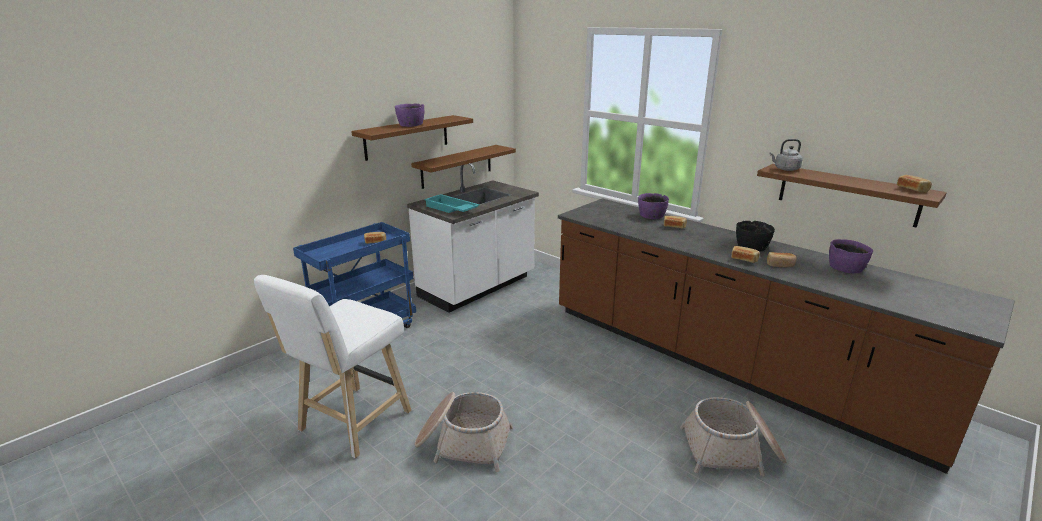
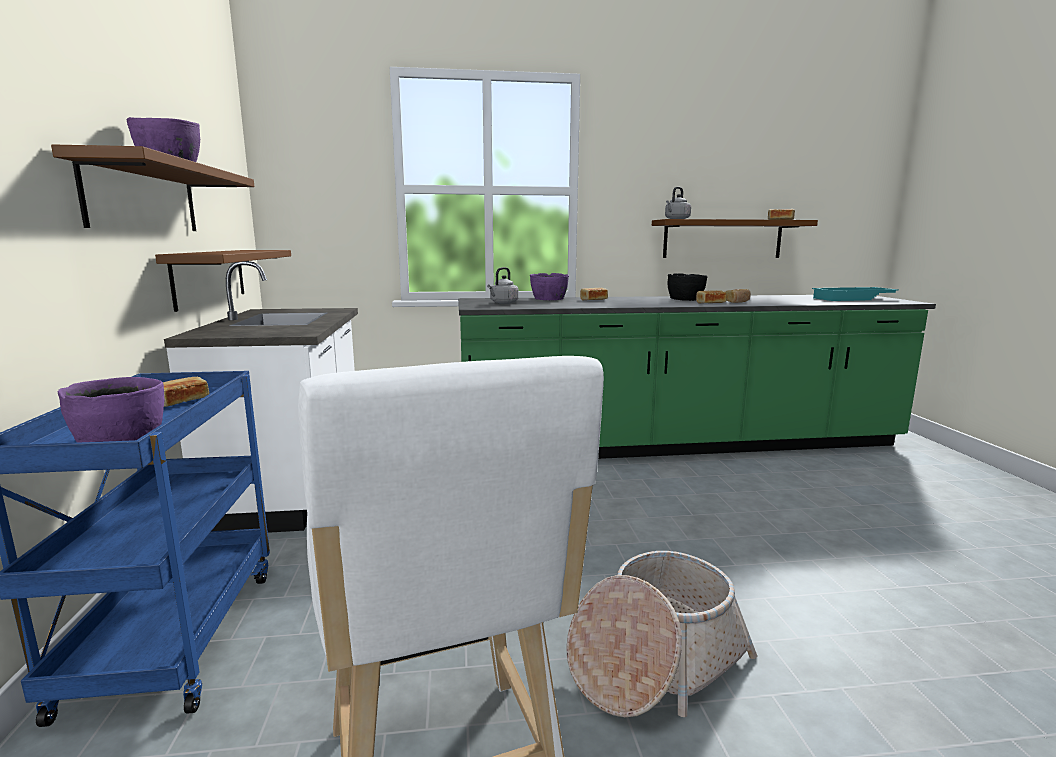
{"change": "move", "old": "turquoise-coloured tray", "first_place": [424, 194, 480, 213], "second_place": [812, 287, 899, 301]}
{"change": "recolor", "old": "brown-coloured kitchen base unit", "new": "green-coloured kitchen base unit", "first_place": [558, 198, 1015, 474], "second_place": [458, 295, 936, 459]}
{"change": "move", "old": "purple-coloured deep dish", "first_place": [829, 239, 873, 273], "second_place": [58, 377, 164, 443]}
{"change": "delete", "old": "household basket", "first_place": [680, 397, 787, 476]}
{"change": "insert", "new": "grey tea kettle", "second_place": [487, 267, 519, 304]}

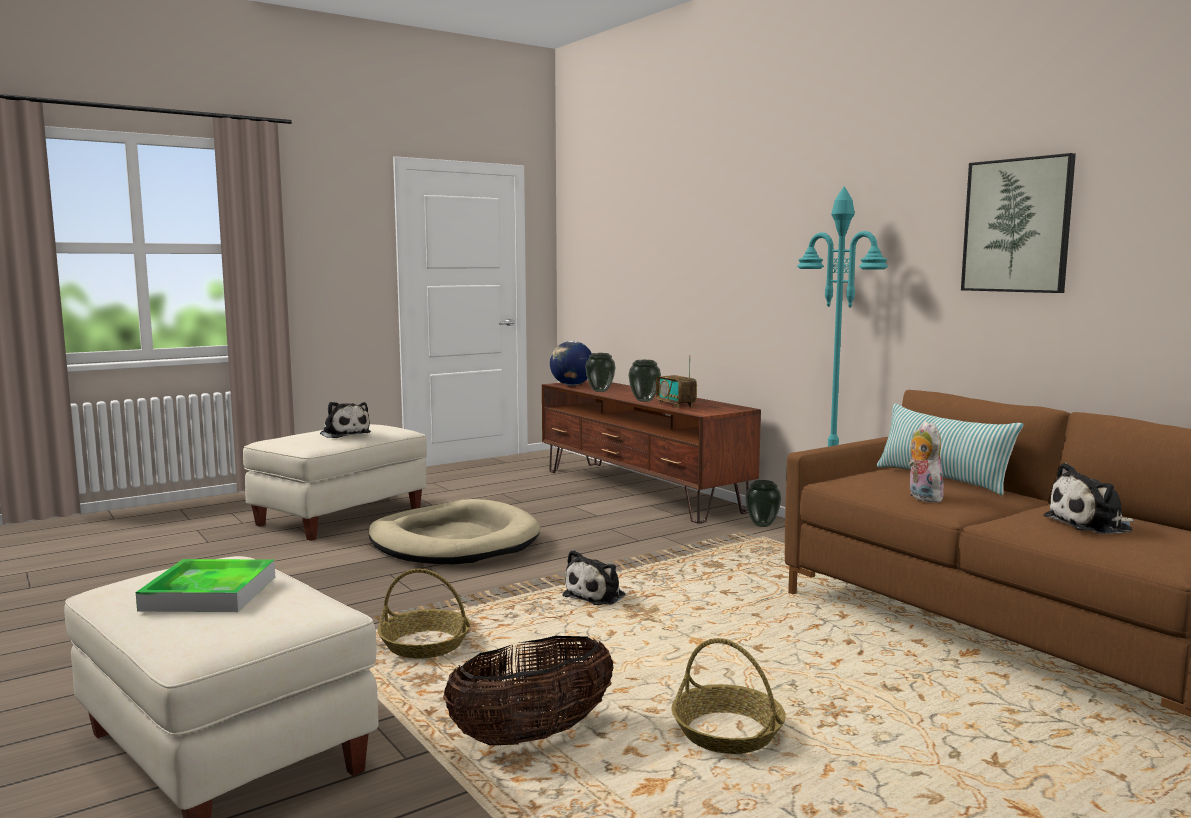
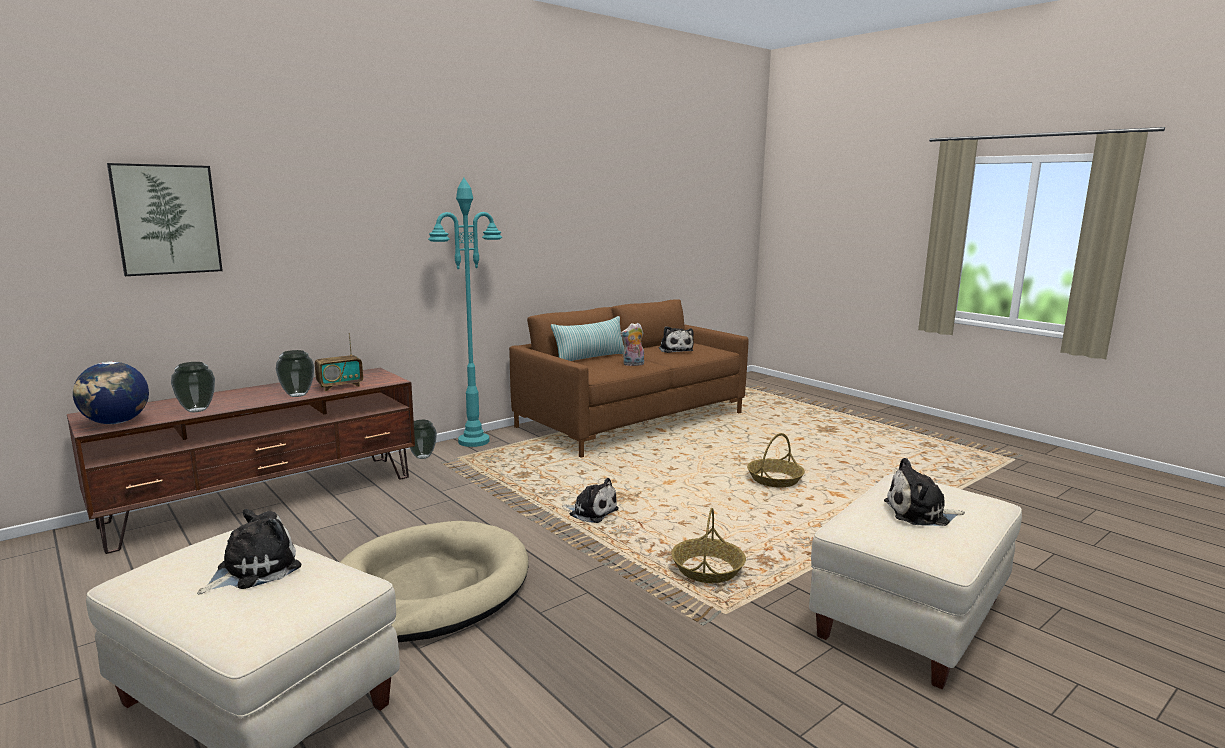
{"change": "move", "old": "picture", "first_place": [961, 153, 1076, 293], "second_place": [107, 163, 223, 276]}
{"change": "replace", "old": "tray", "new": "plush toy", "first_place": [136, 559, 275, 612], "second_place": [884, 458, 965, 526]}
{"change": "delete", "old": "household basket", "first_place": [443, 636, 613, 745]}

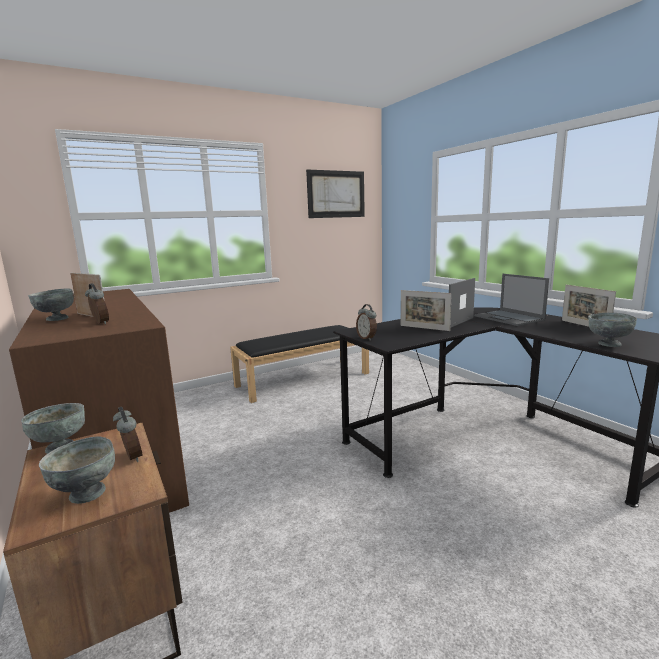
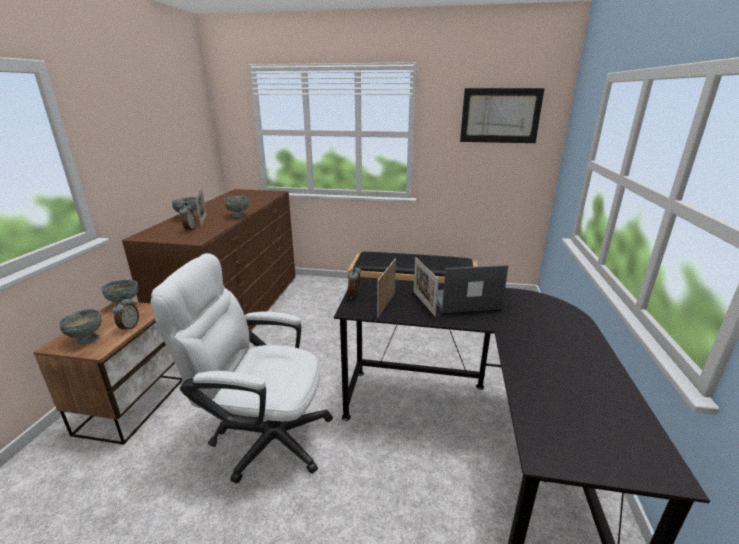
{"change": "delete", "old": "laptop", "first_place": [474, 274, 549, 326]}
{"change": "move", "old": "picture frame", "first_place": [562, 285, 616, 327], "second_place": [377, 258, 396, 318]}
{"change": "move", "old": "grey deep dish", "first_place": [588, 313, 637, 347], "second_place": [224, 196, 249, 218]}
{"change": "insert", "new": "white-coloured computer chair", "second_place": [151, 253, 333, 484]}

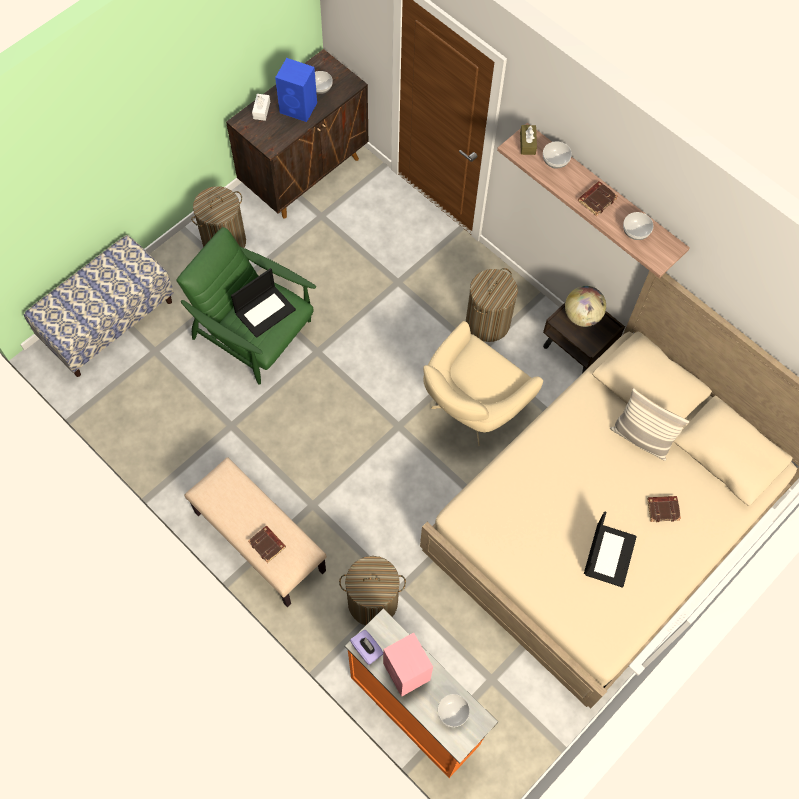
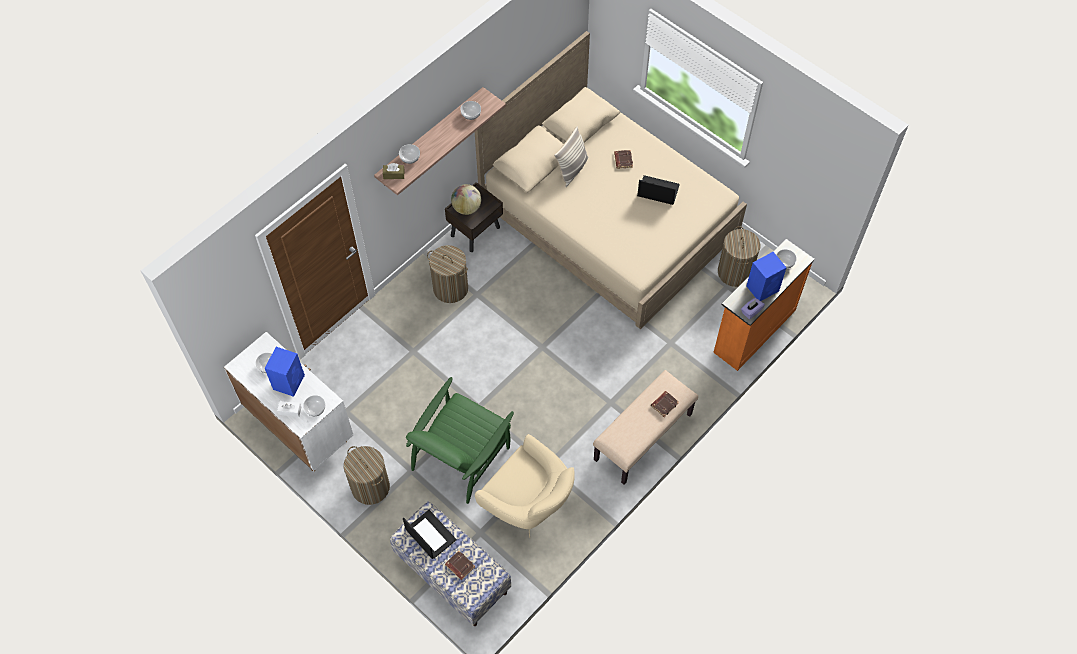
{"change": "recolor", "old": "brown-coloured storage cabinet", "new": "white-coloured storage cabinet", "first_place": [226, 49, 368, 219], "second_place": [224, 332, 353, 471]}
{"change": "move", "old": "brown-coloured bound book", "first_place": [578, 181, 618, 216], "second_place": [445, 551, 475, 580]}
{"change": "move", "old": "laptop", "first_place": [231, 268, 296, 338], "second_place": [403, 510, 457, 559]}
{"change": "move", "old": "beige-coloured lounge chair", "first_place": [423, 321, 543, 446], "second_place": [475, 434, 575, 538]}
{"change": "move", "old": "washing basket", "first_place": [339, 556, 406, 626], "second_place": [718, 226, 760, 287]}
{"change": "recolor", "old": "pink-coloured audio speaker", "new": "blue-coloured audio speaker", "first_place": [383, 632, 433, 697], "second_place": [746, 252, 787, 301]}
{"change": "insert", "new": "deep dish", "second_place": [303, 395, 325, 416]}

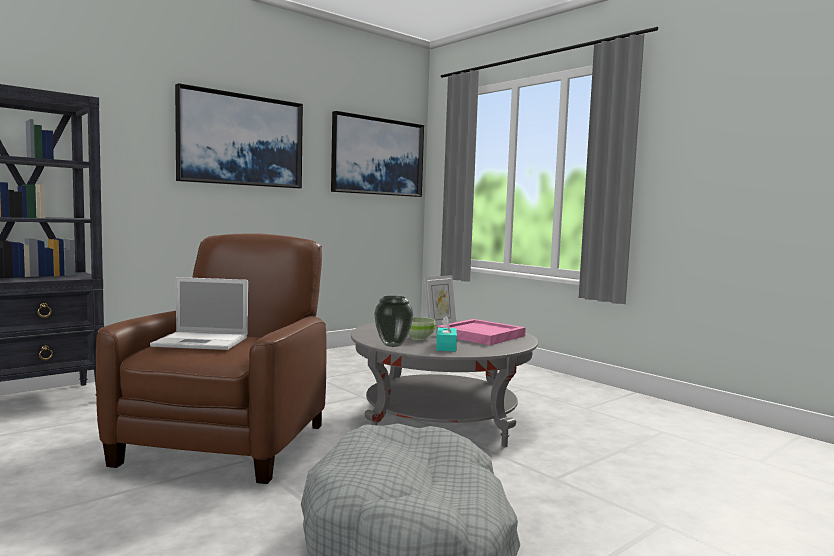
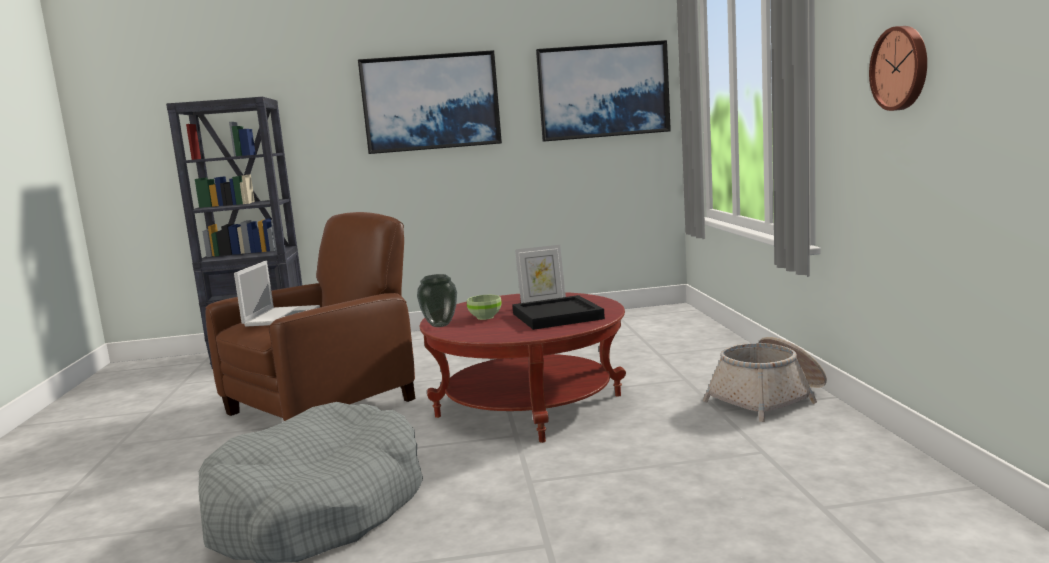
{"change": "rotate", "old": "laptop", "first_place": [150, 277, 248, 350], "second_place": [234, 260, 320, 327], "degrees": -120}
{"change": "delete", "old": "turquoise-coloured box of tissues", "first_place": [436, 316, 457, 352]}
{"change": "recolor", "old": "pink-coloured tray", "new": "black tray", "first_place": [436, 319, 526, 345], "second_place": [512, 295, 605, 330]}
{"change": "recolor", "old": "grey low table", "new": "reddish low table", "first_place": [351, 320, 538, 447], "second_place": [420, 292, 626, 443]}
{"change": "insert", "new": "wall clock", "second_place": [869, 26, 927, 111]}
{"change": "insert", "new": "household basket", "second_place": [703, 337, 827, 422]}

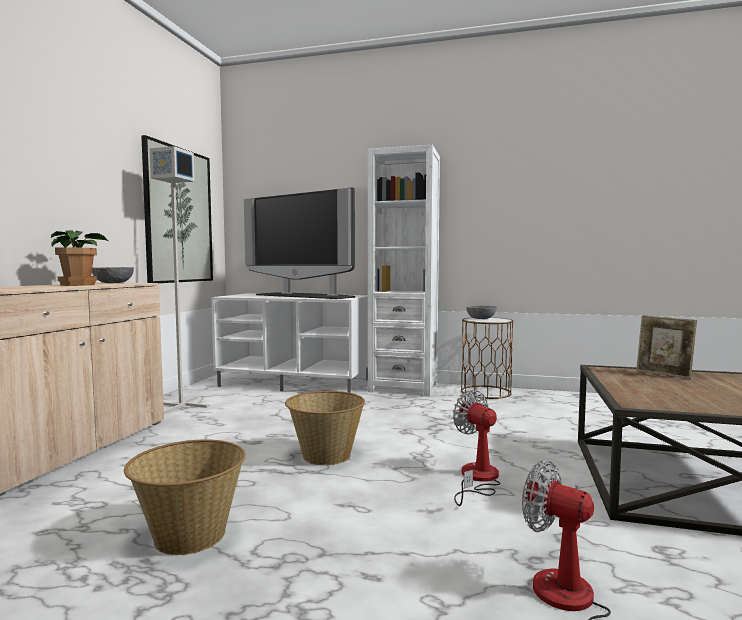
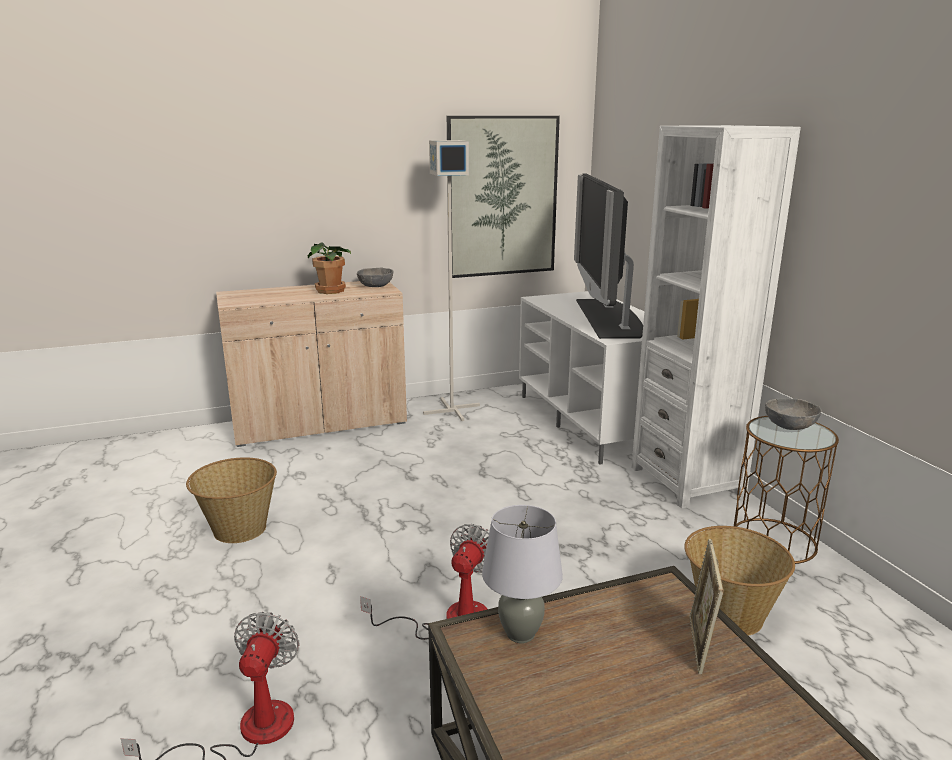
{"change": "move", "old": "household basket", "first_place": [285, 391, 365, 465], "second_place": [684, 526, 795, 636]}
{"change": "insert", "new": "grey table lamp", "second_place": [482, 505, 563, 643]}

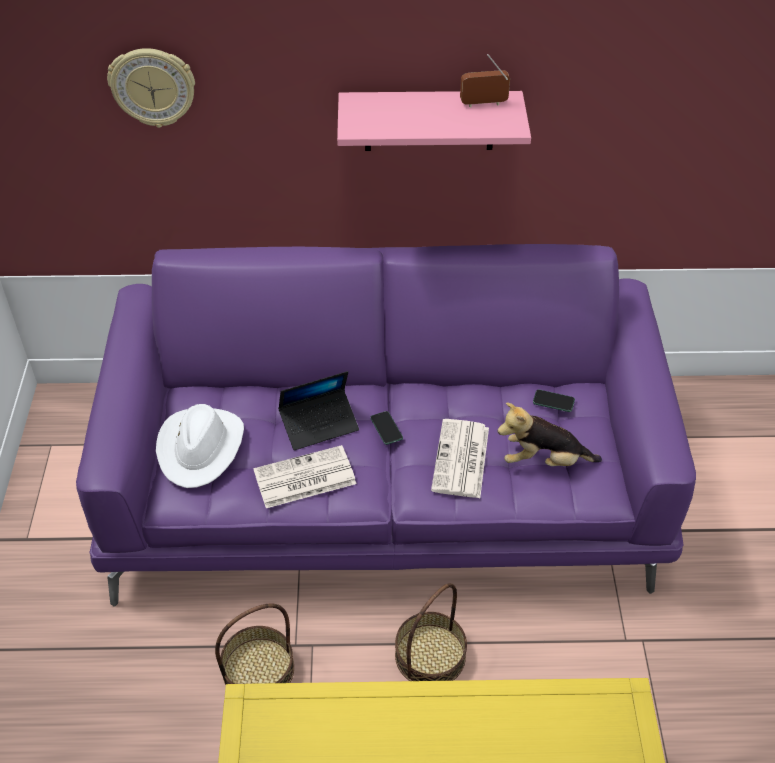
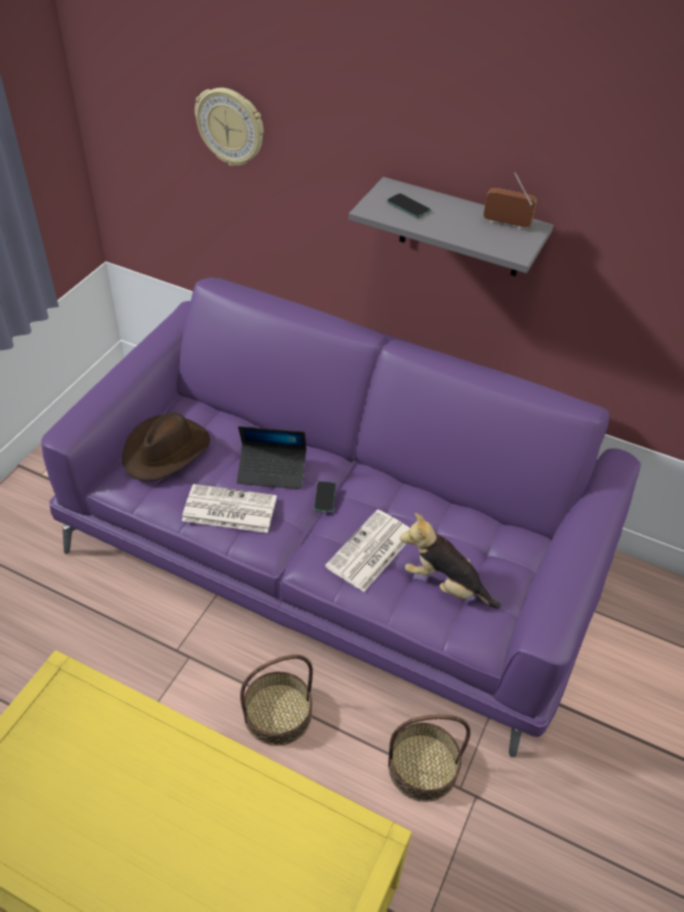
{"change": "recolor", "old": "pink-coloured wall shelf", "new": "grey wall shelf", "first_place": [337, 91, 531, 151], "second_place": [349, 177, 554, 276]}
{"change": "move", "old": "telephone", "first_place": [533, 390, 575, 412], "second_place": [387, 193, 431, 218]}
{"change": "recolor", "old": "white-coloured clothing hat", "new": "brown-coloured clothing hat", "first_place": [156, 404, 244, 488], "second_place": [122, 412, 210, 481]}
{"change": "move", "old": "household basket", "first_place": [215, 603, 294, 685], "second_place": [388, 715, 470, 802]}

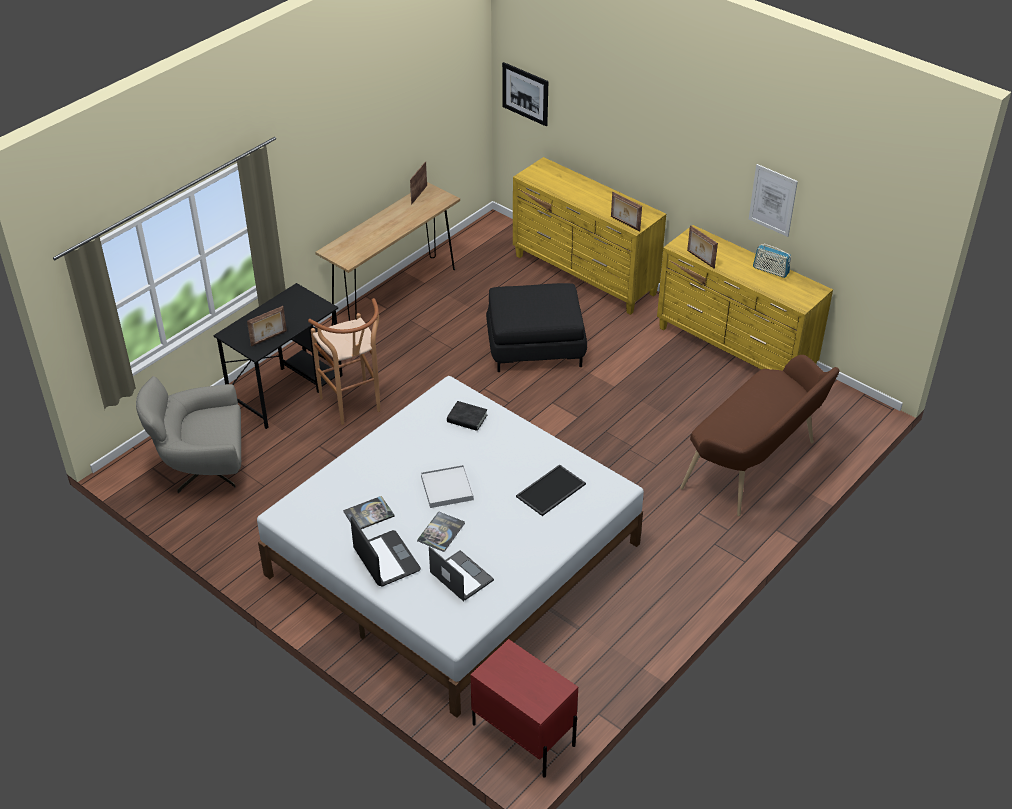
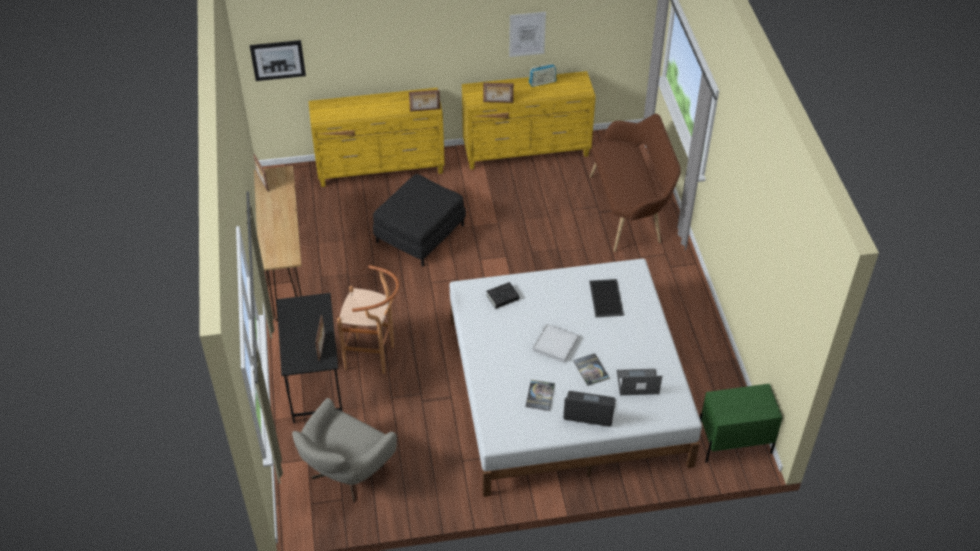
{"change": "recolor", "old": "reddish nightstand", "new": "green-coloured nightstand", "first_place": [470, 639, 578, 778], "second_place": [700, 384, 783, 463]}

